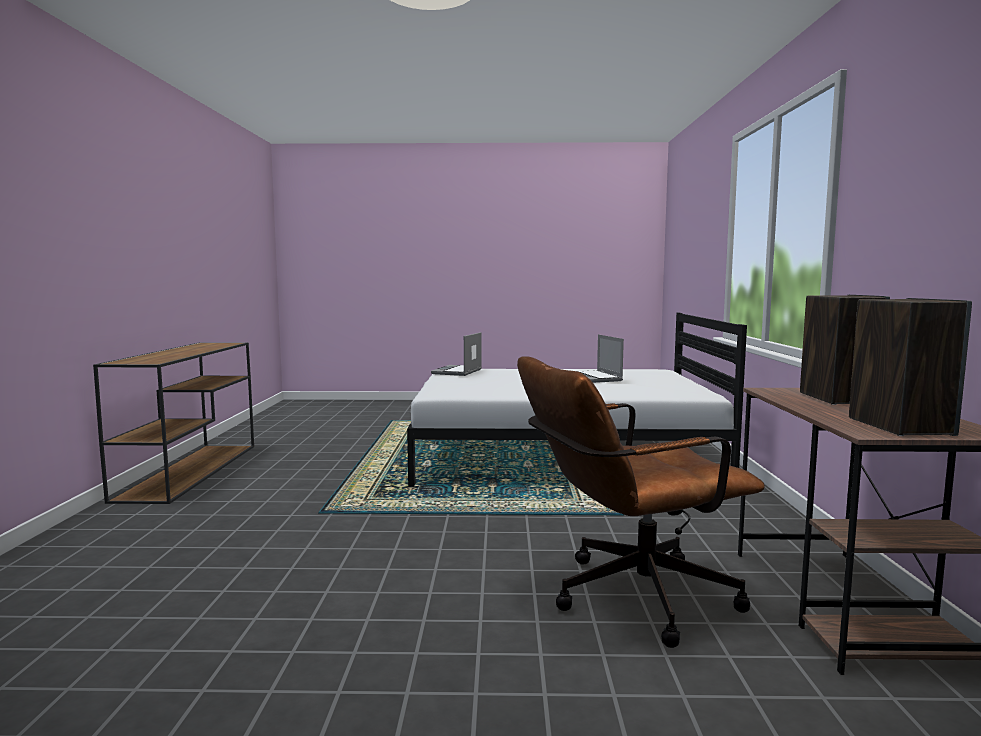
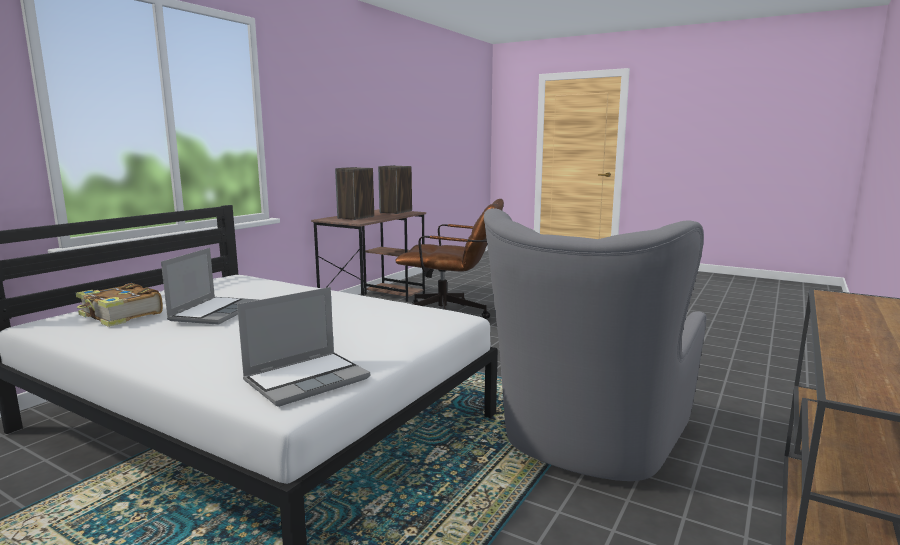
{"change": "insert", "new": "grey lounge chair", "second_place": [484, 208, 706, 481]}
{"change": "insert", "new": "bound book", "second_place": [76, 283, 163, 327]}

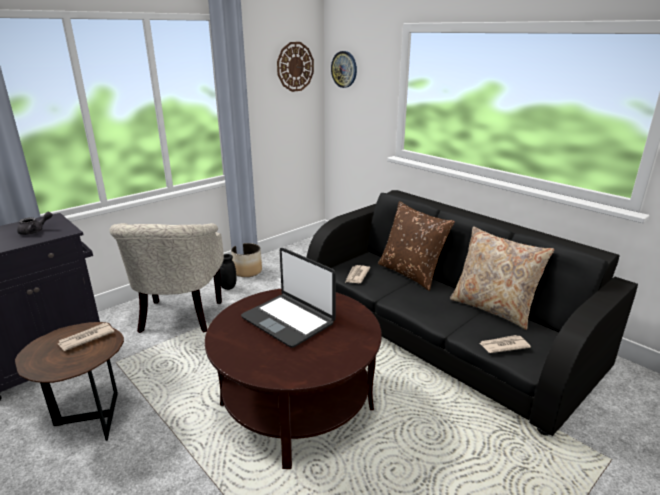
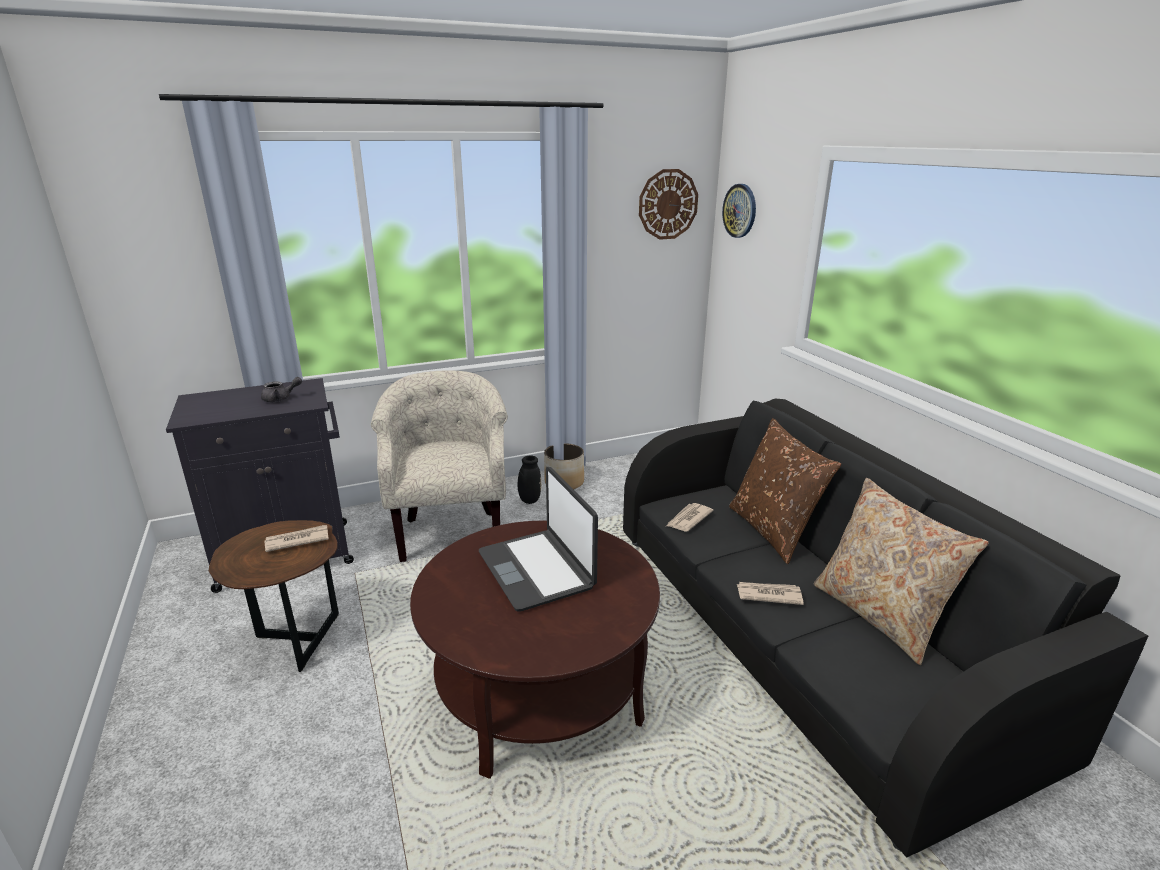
{"change": "rotate", "old": "beige-coloured lounge chair", "first_place": [109, 223, 224, 333], "second_place": [371, 370, 508, 562], "degrees": 150}
{"change": "move", "old": "daily paper", "first_place": [479, 335, 531, 353], "second_place": [737, 582, 804, 605]}

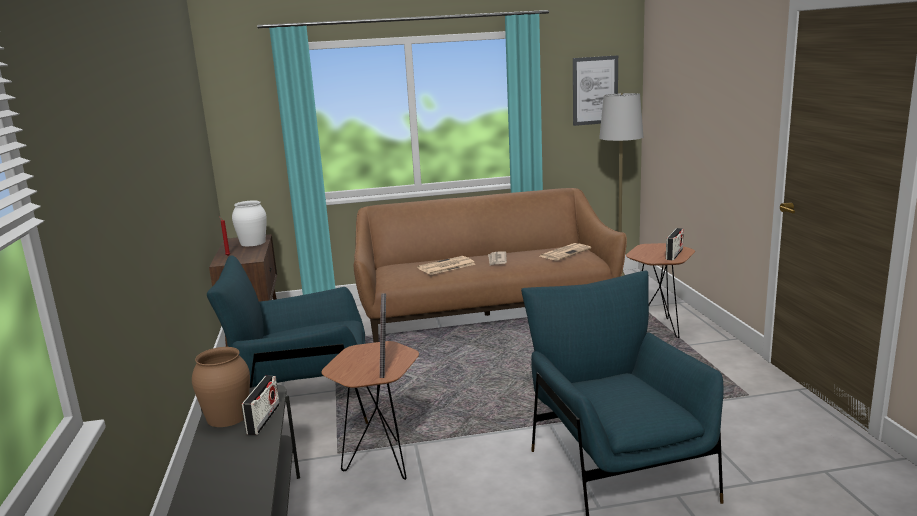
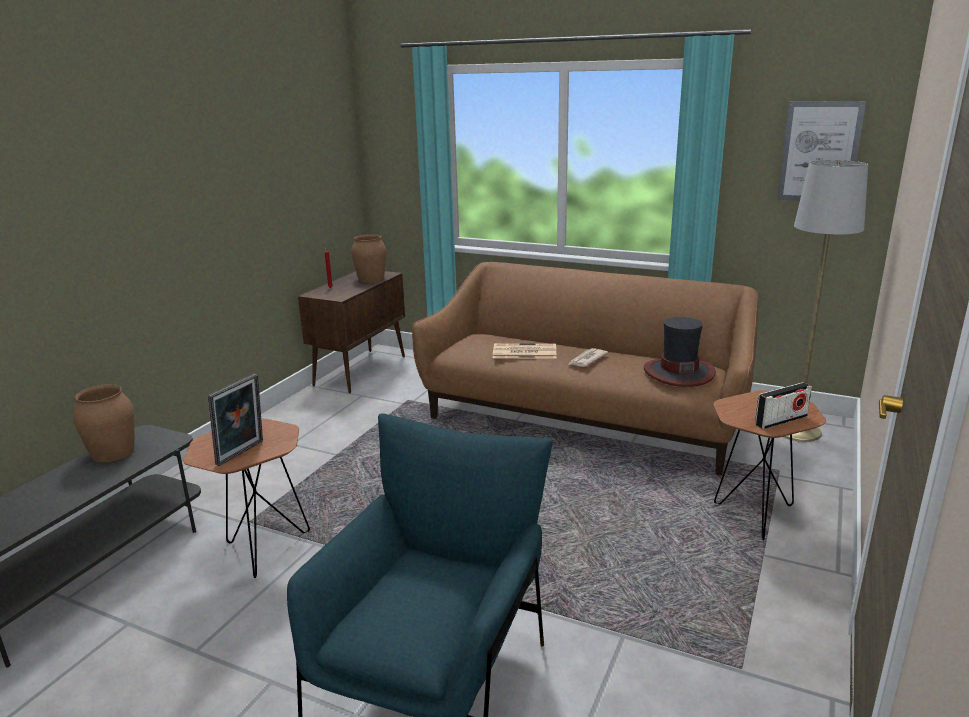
{"change": "recolor", "old": "white-coloured decorative vase", "new": "brown-coloured decorative vase", "first_place": [232, 200, 267, 246], "second_place": [351, 234, 387, 283]}
{"change": "replace", "old": "daily paper", "new": "clothing hat", "first_place": [540, 243, 591, 261], "second_place": [644, 317, 716, 387]}
{"change": "delete", "old": "blue-coloured lounge chair", "first_place": [207, 255, 368, 424]}
{"change": "delete", "old": "radio receiver", "first_place": [242, 376, 280, 435]}

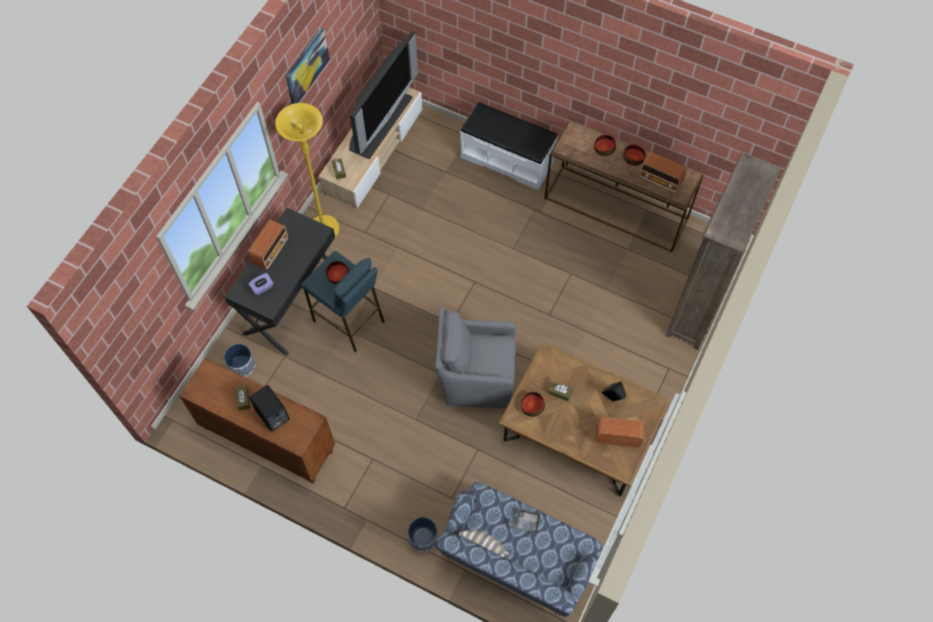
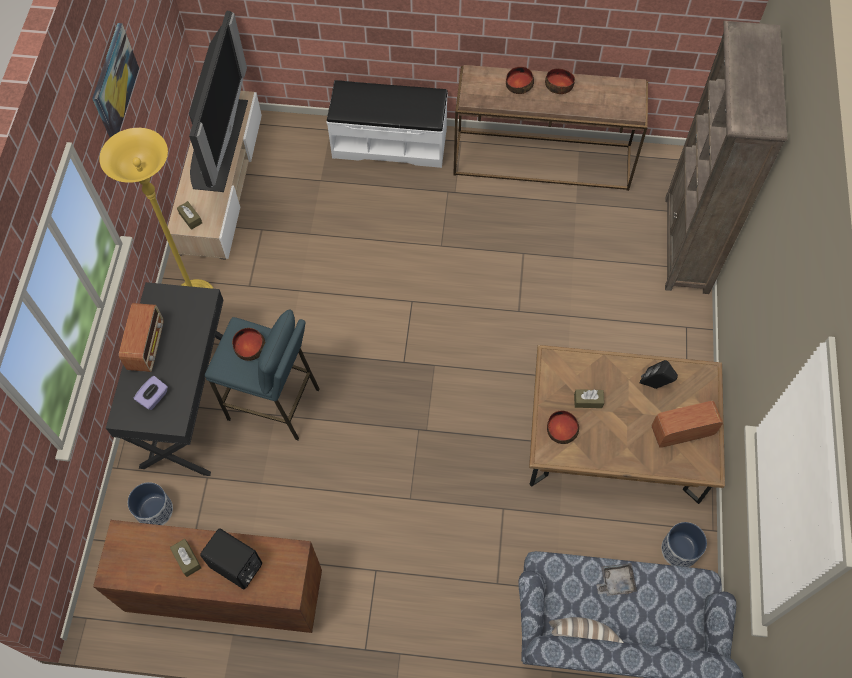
{"change": "delete", "old": "radio receiver", "first_place": [639, 152, 687, 193]}
{"change": "delete", "old": "grey lounge chair", "first_place": [435, 307, 516, 408]}
{"change": "move", "old": "plant pot", "first_place": [408, 517, 438, 552], "second_place": [661, 522, 707, 567]}

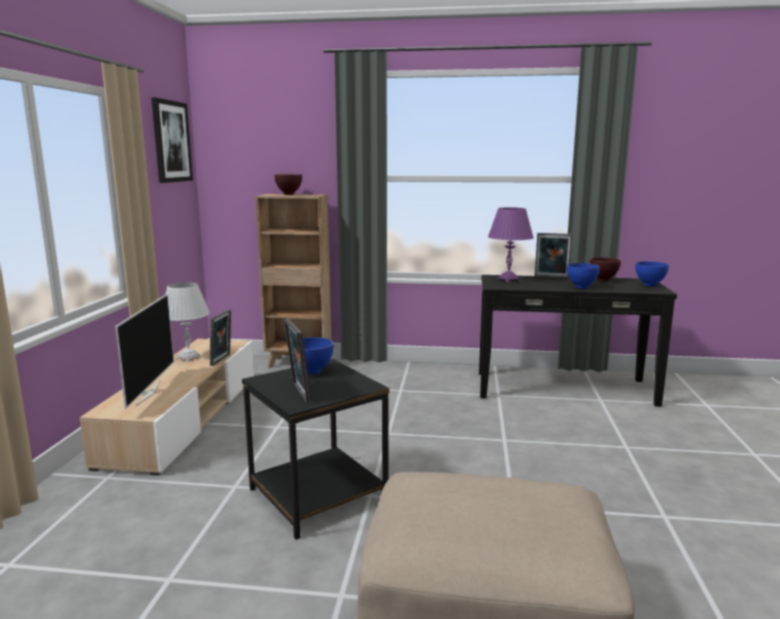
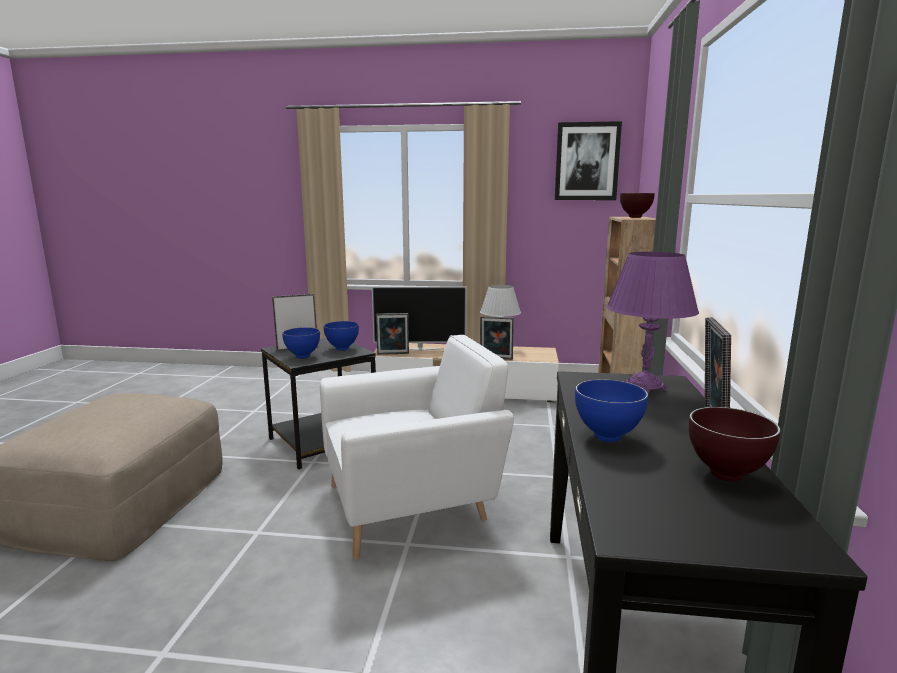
{"change": "move", "old": "blue-coloured deep dish", "first_place": [635, 261, 669, 287], "second_place": [282, 327, 320, 359]}
{"change": "insert", "new": "picture frame", "second_place": [376, 313, 409, 355]}
{"change": "insert", "new": "white-coloured lounge chair", "second_place": [320, 335, 514, 560]}

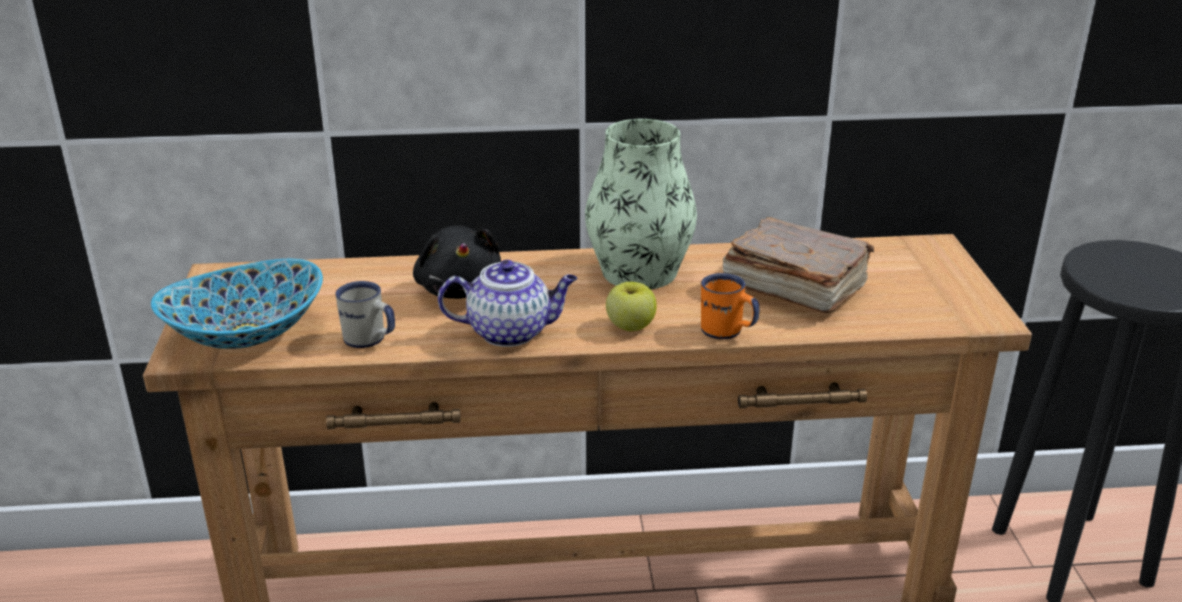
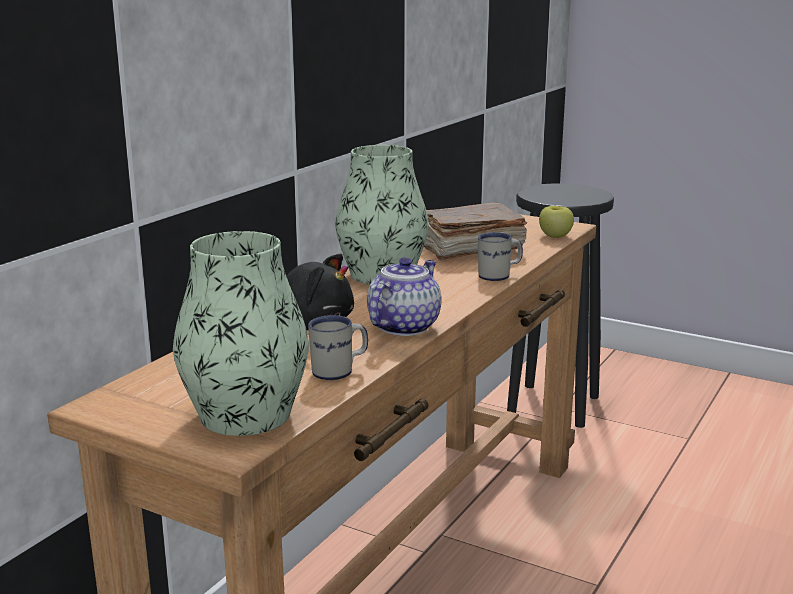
{"change": "replace", "old": "deep dish", "new": "decorative vase", "first_place": [151, 259, 323, 349], "second_place": [173, 231, 309, 436]}
{"change": "recolor", "old": "orange-coloured coffee mug", "new": "white-coloured coffee mug", "first_place": [701, 273, 759, 339], "second_place": [478, 232, 523, 281]}
{"change": "move", "old": "whole apple", "first_place": [606, 282, 657, 331], "second_place": [539, 206, 574, 238]}

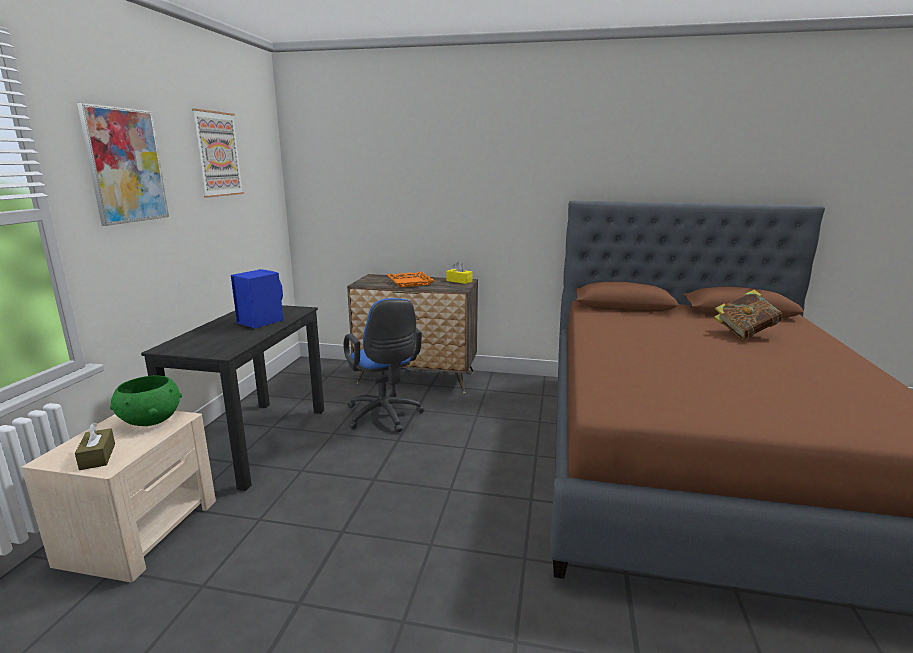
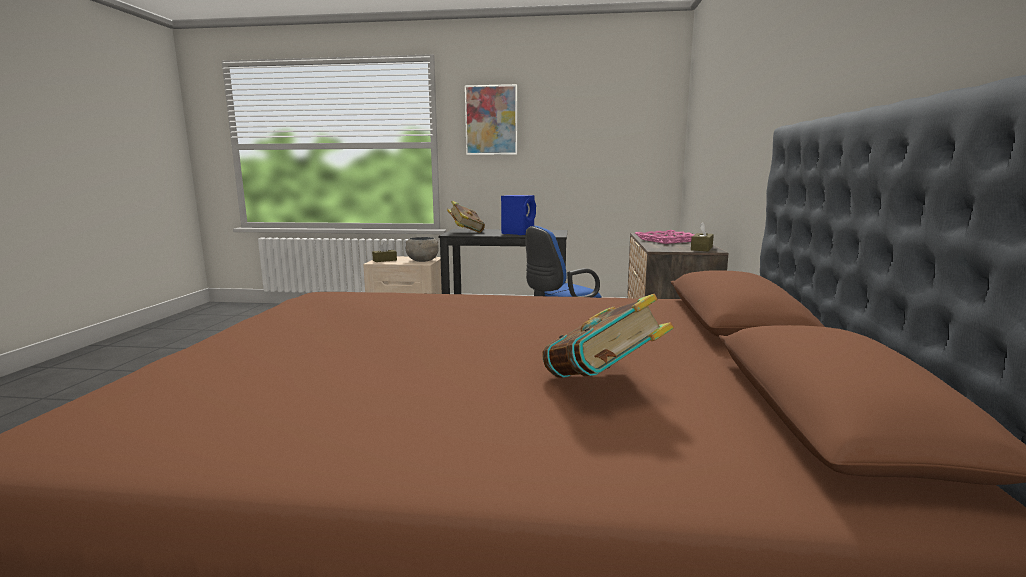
{"change": "delete", "old": "picture", "first_place": [192, 109, 244, 198]}
{"change": "recolor", "old": "yellow box of tissues", "new": "brown-coloured box of tissues", "first_place": [446, 261, 473, 284], "second_place": [691, 222, 714, 251]}
{"change": "recolor", "old": "orange-coloured tray", "new": "pink-coloured tray", "first_place": [387, 271, 435, 287], "second_place": [635, 230, 695, 244]}
{"change": "recolor", "old": "green-coloured deep dish", "new": "grey deep dish", "first_place": [110, 375, 182, 426], "second_place": [406, 237, 439, 262]}
{"change": "insert", "new": "bound book", "second_place": [447, 201, 485, 233]}

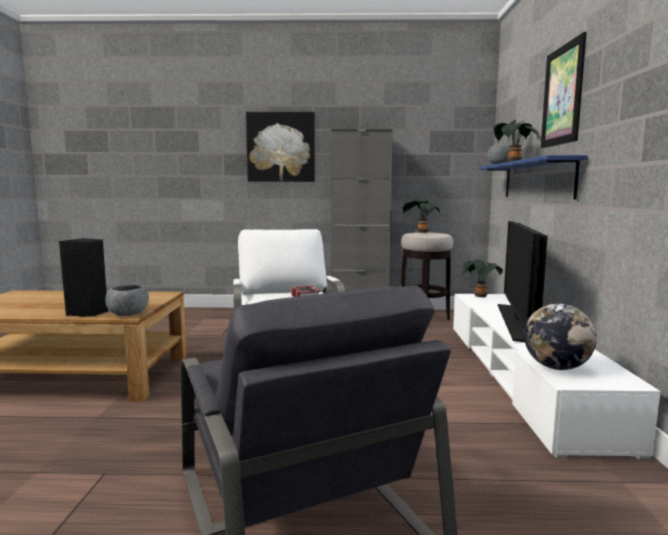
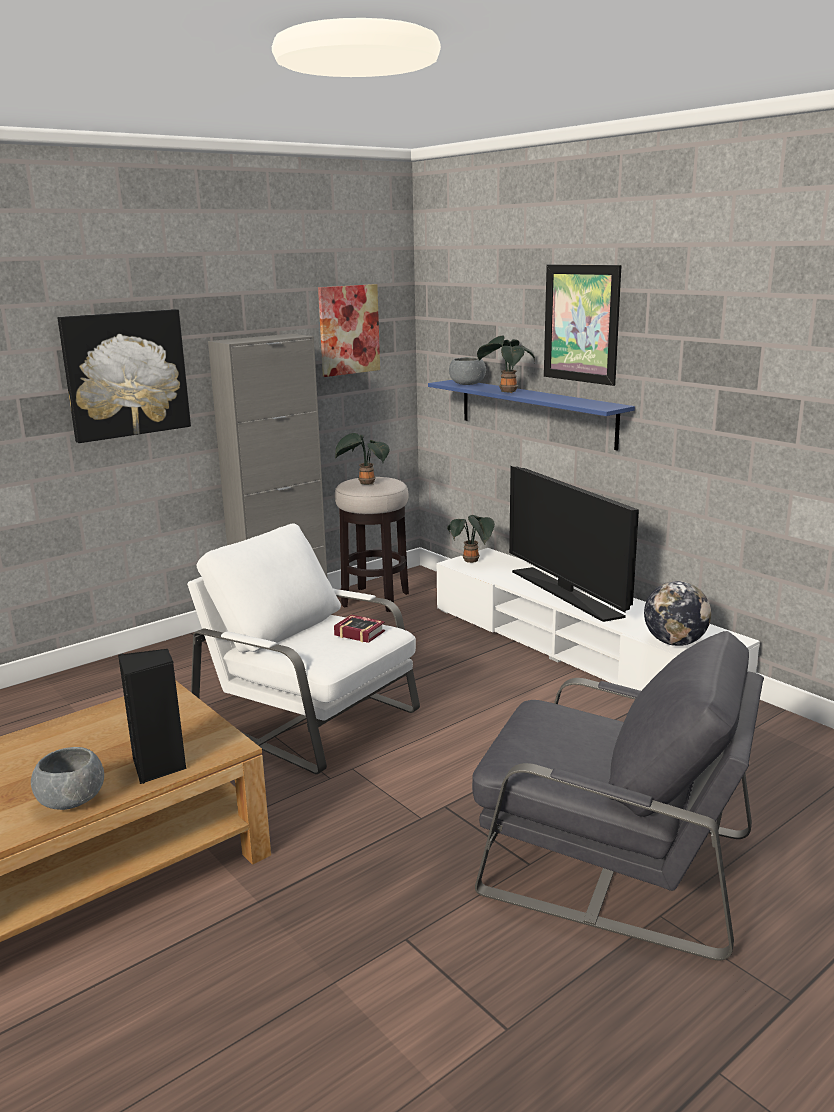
{"change": "move", "old": "grey deep dish", "first_place": [105, 285, 149, 316], "second_place": [31, 747, 104, 810]}
{"change": "insert", "new": "picture", "second_place": [318, 284, 380, 377]}

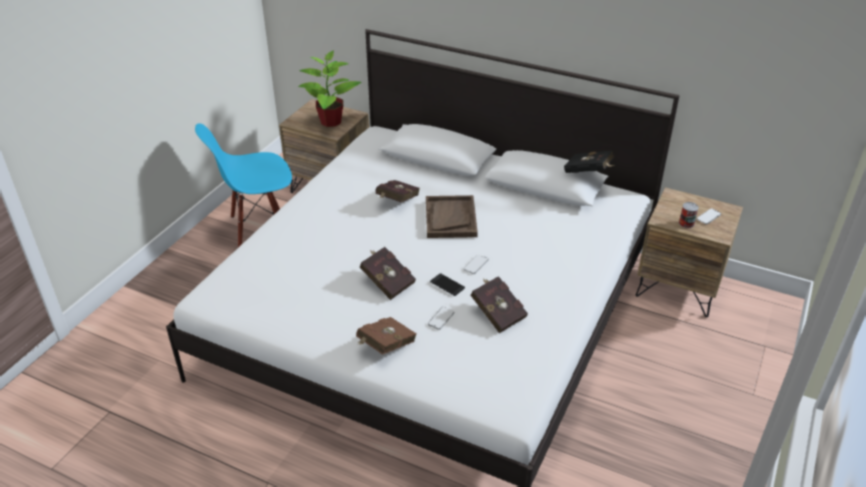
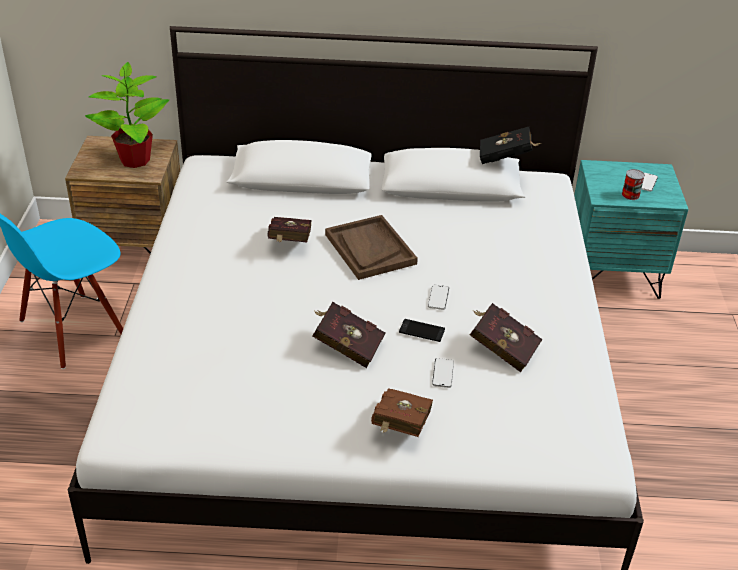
{"change": "recolor", "old": "brown-coloured nightstand", "new": "turquoise-coloured nightstand", "first_place": [635, 187, 743, 317], "second_place": [574, 160, 688, 299]}

